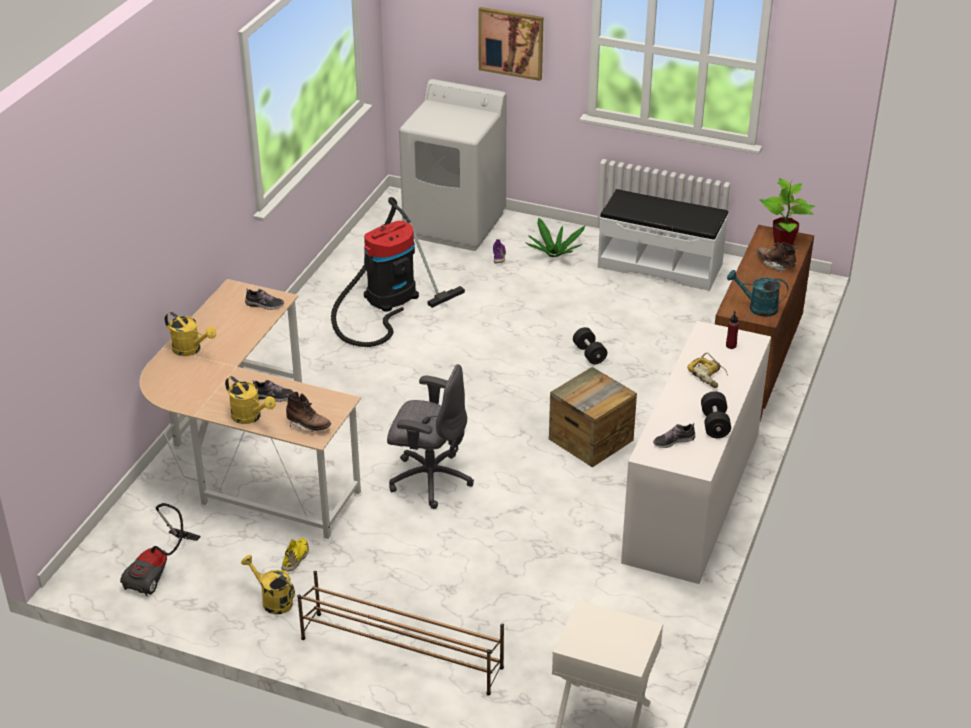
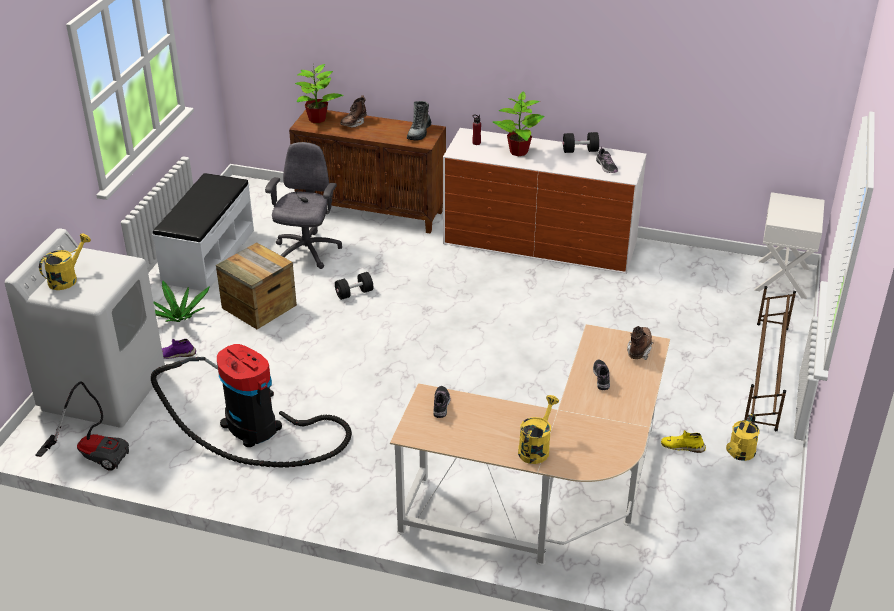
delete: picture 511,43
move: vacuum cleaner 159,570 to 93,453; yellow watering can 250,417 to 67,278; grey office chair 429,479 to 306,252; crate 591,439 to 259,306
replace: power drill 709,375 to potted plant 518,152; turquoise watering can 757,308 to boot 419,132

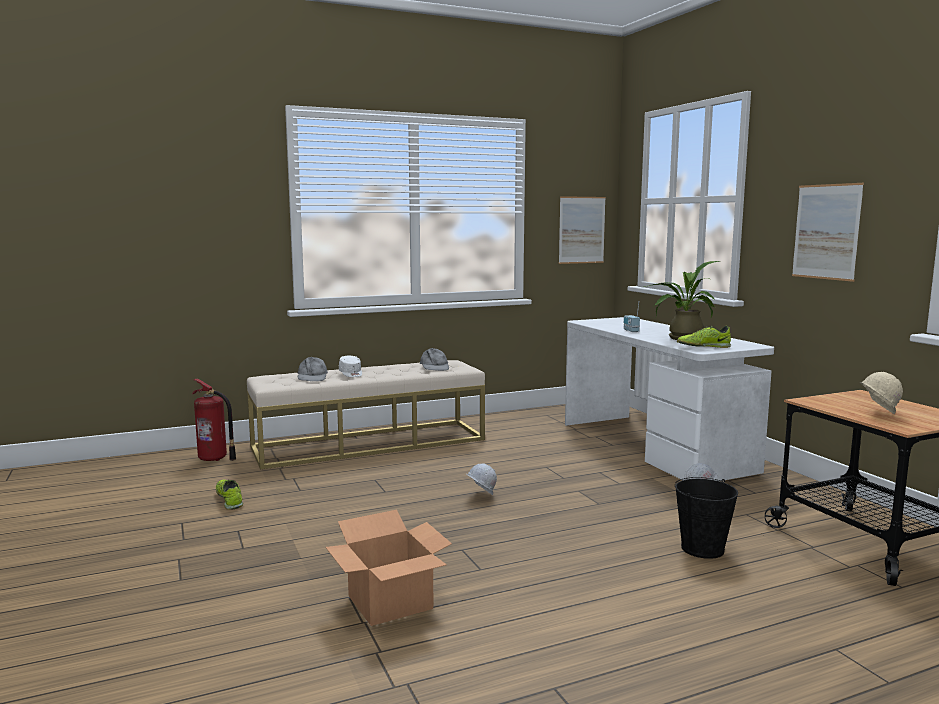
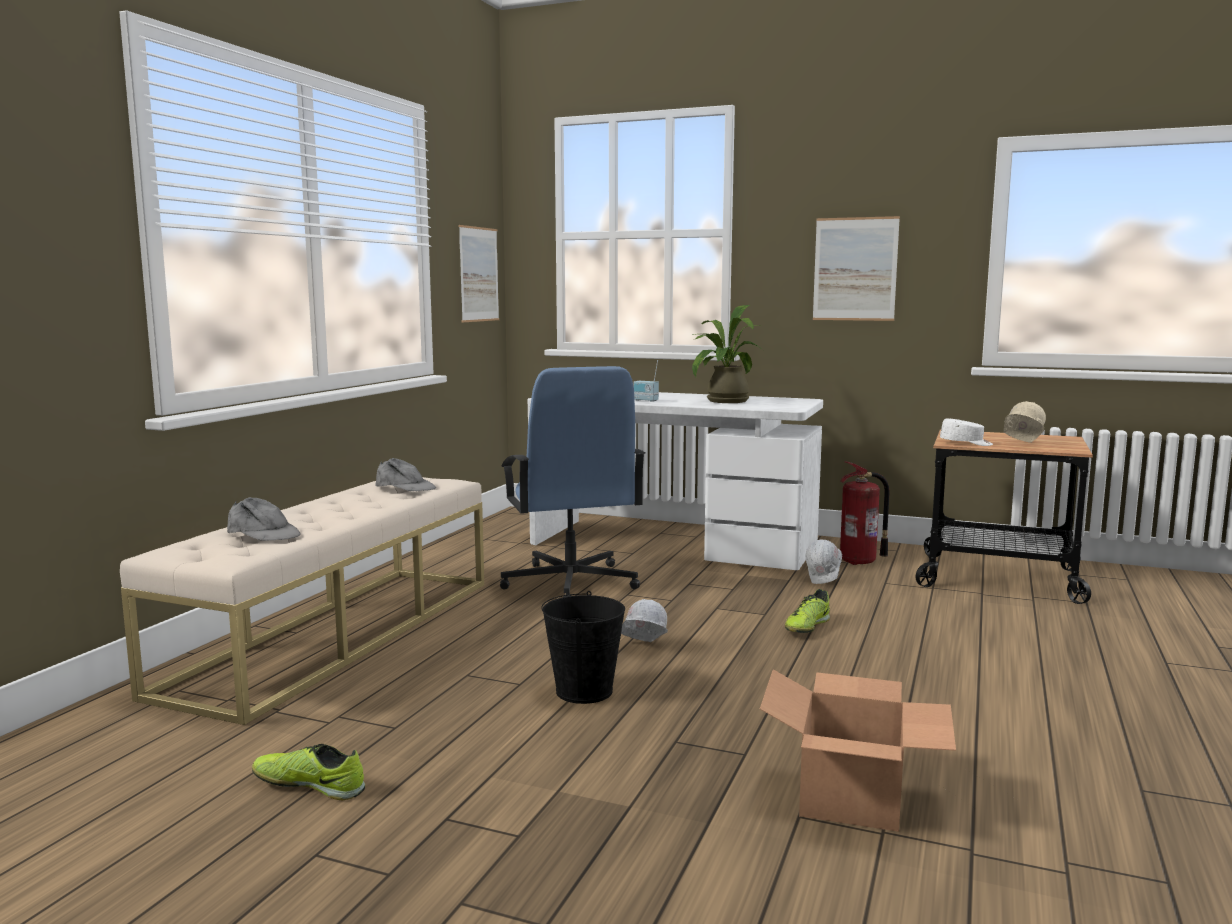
insert: blue office chair 570,583
move: fire extinguisher 214,459 to 860,561; white cap 351,373 to 966,443; black bucket 703,549 to 584,691; shoe 703,347 to 807,627

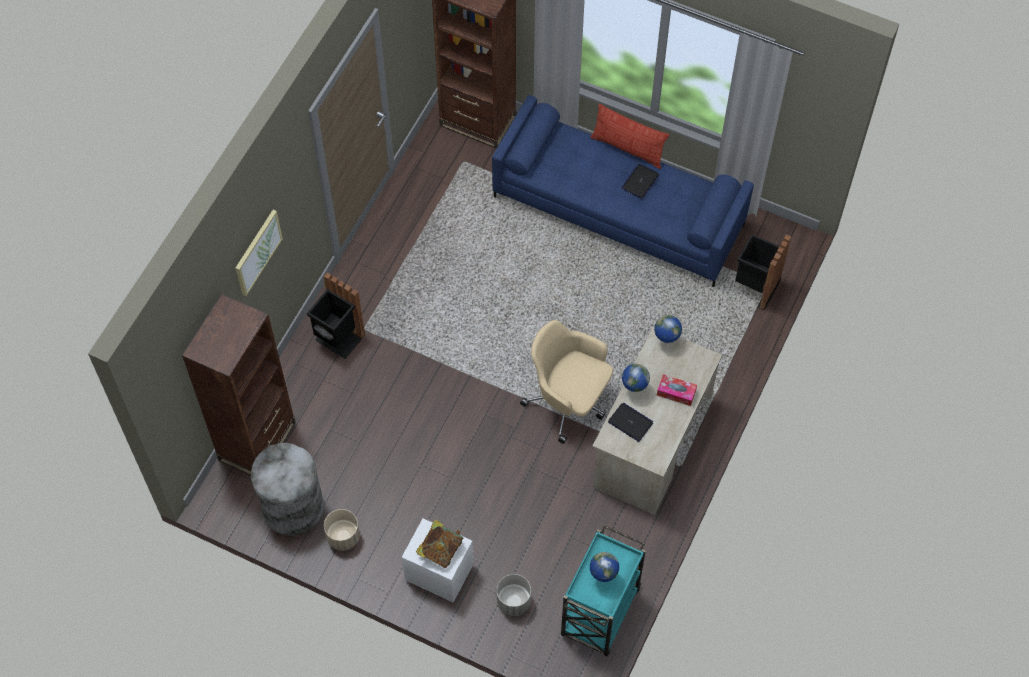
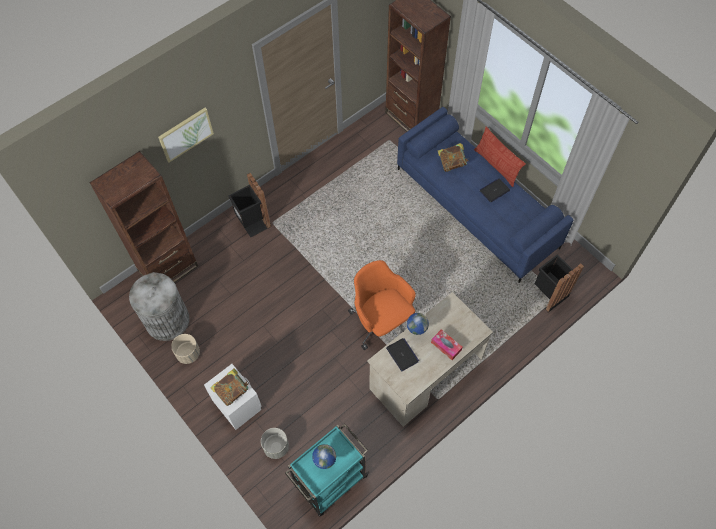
delete: globe 666,342
insert: book 452,163
recolor: beige office chair 569,401 to orange office chair 382,322

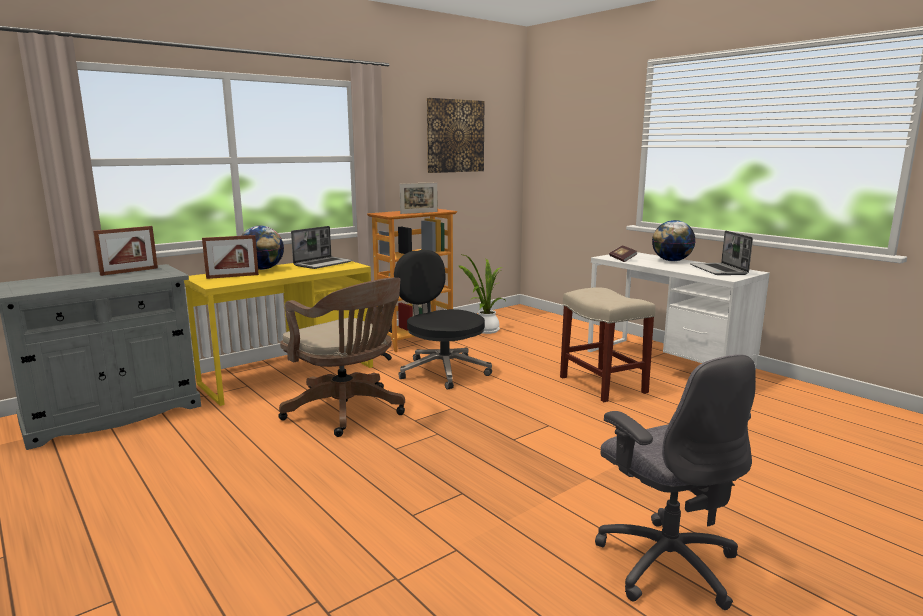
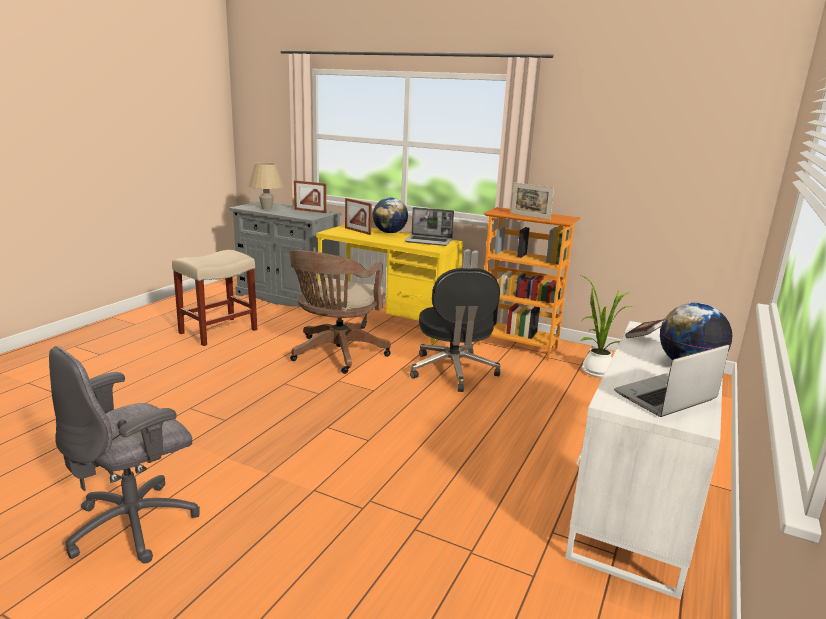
delete: picture 455,136
insert: beige table lamp 266,208
move: beige stool 601,384 to 219,331
rotate: black office chair 442,371 = 453,371 150 degrees clockwise

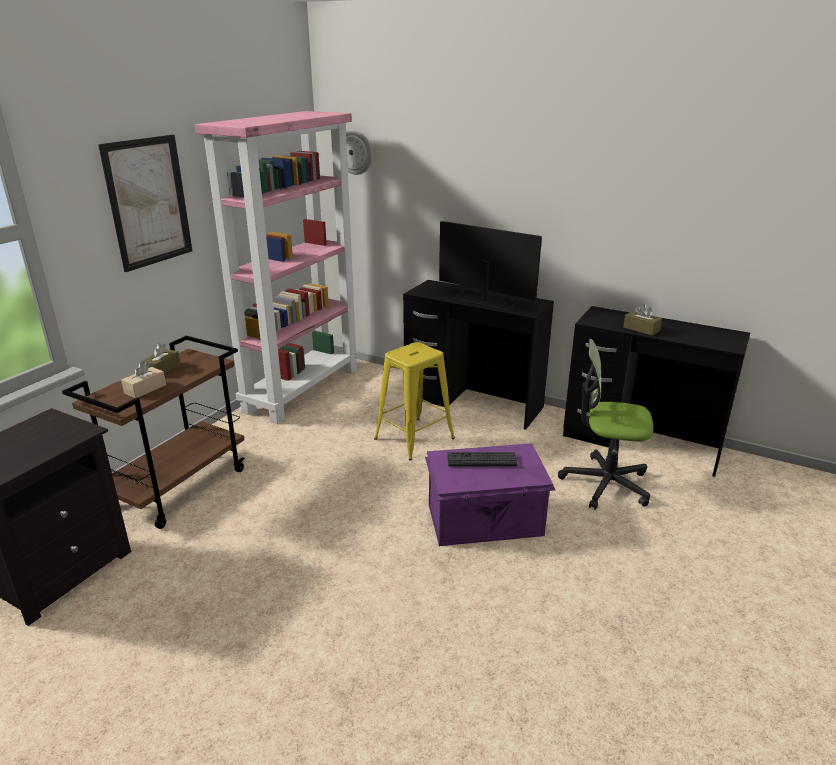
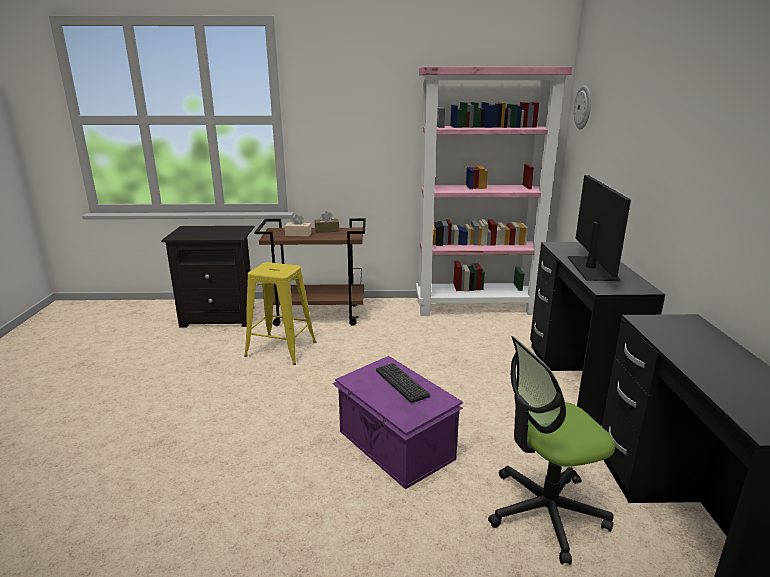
delete: picture 148,202; brown tissue box 641,329
move: yellow stool 414,438 to 281,349
rotate: office chair 605,483 = 545,512 90 degrees counterclockwise

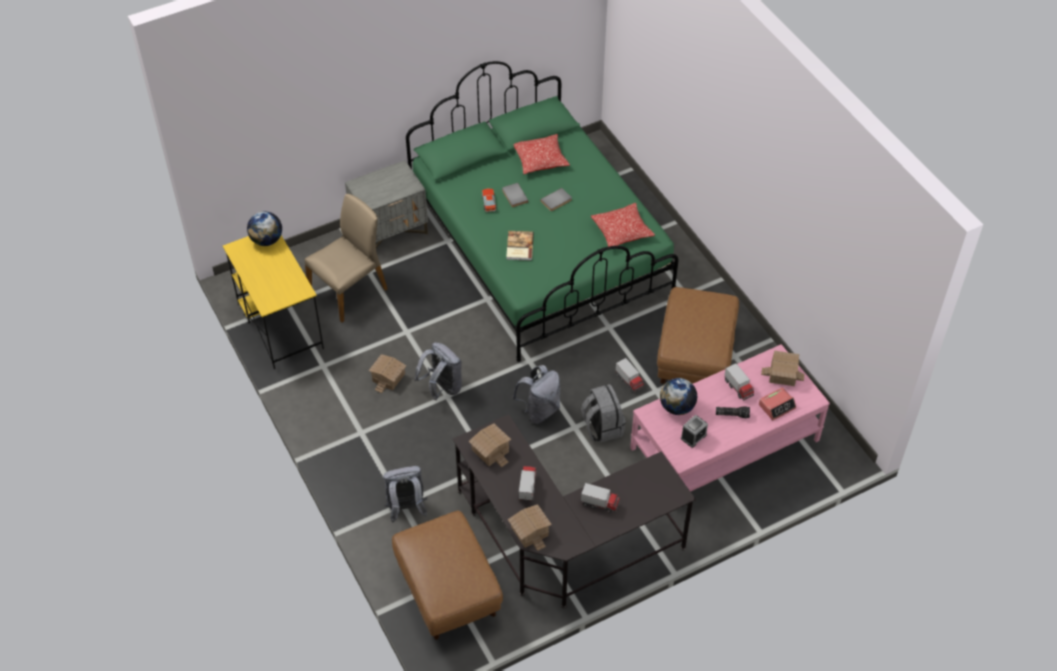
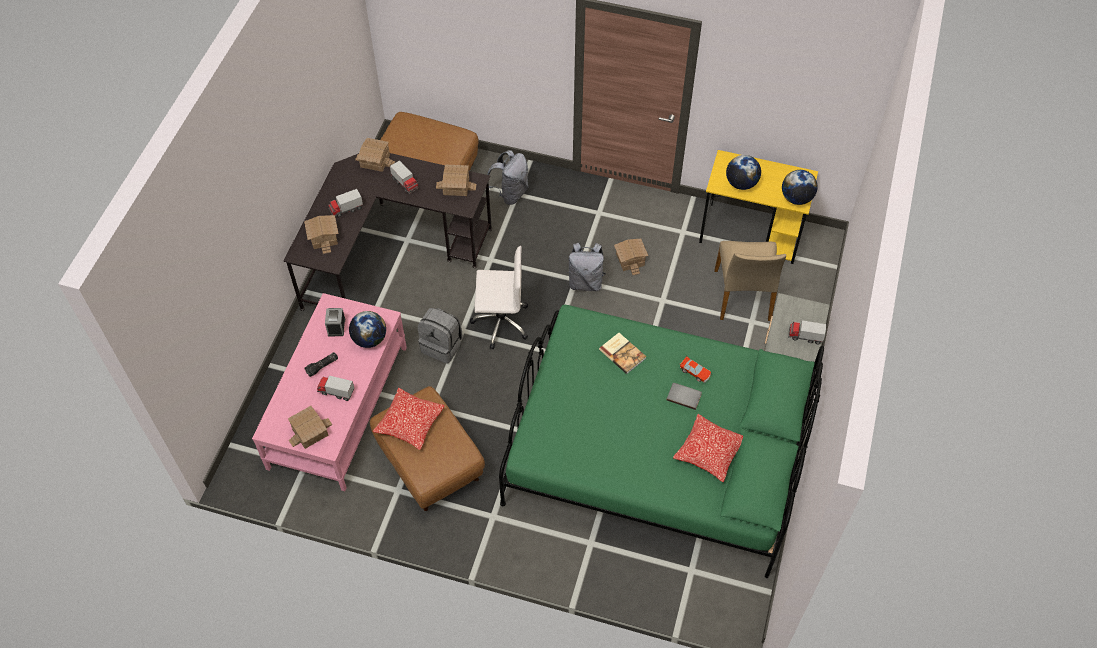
delete: grey book 557,201; alarm clock 777,406
insert: toy house 324,237; globe 741,183
move: pillow 622,231 to 410,423; toy truck 629,381 to 805,336
replace: grey backpack 539,410 to white office chair 500,322

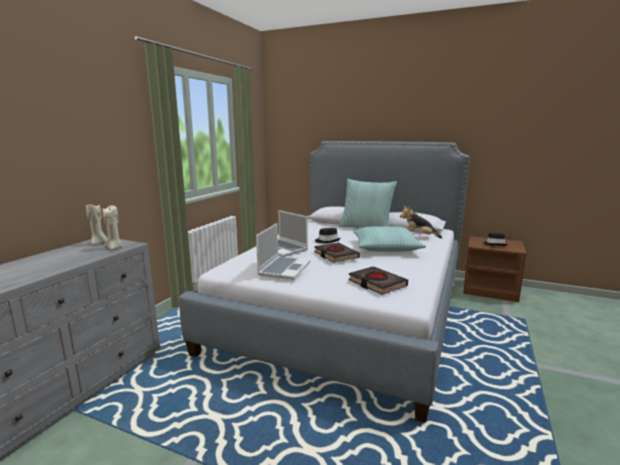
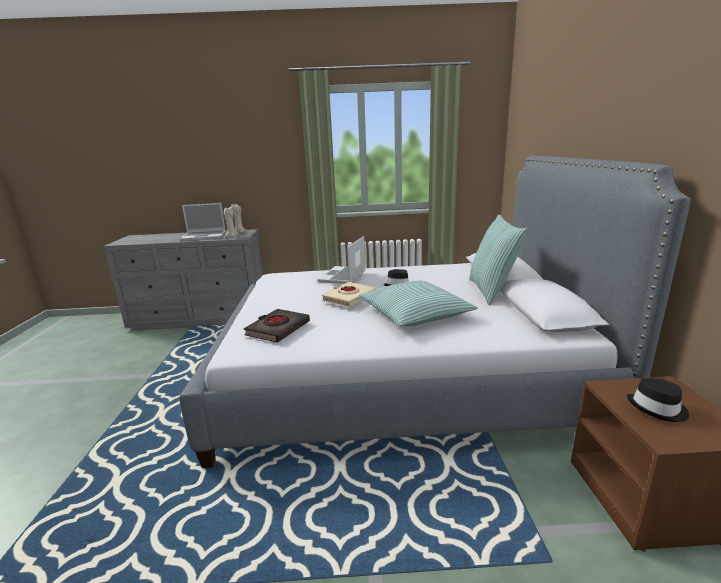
delete: plush toy 418,237
move: laptop 284,268 to 205,236
recolor: black book 336,255 to beige book 349,298

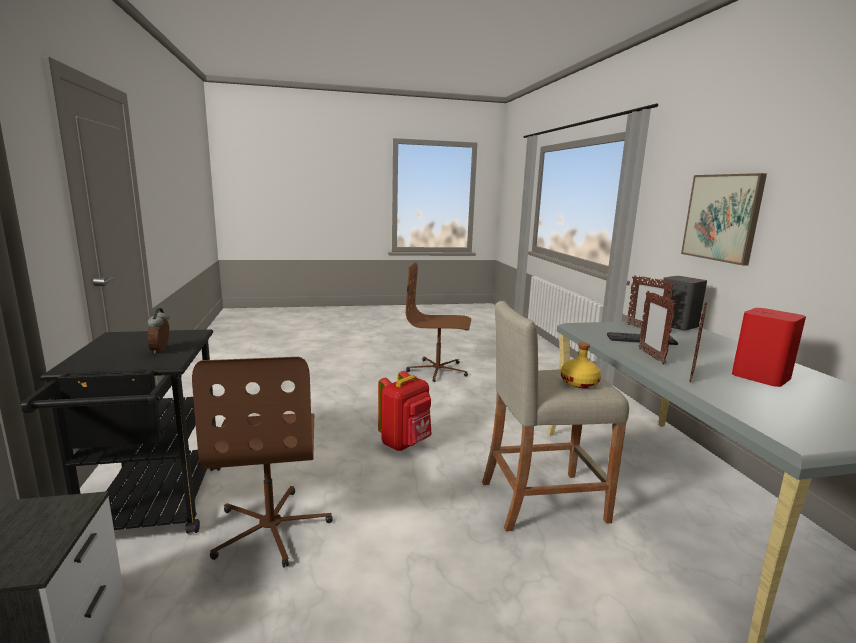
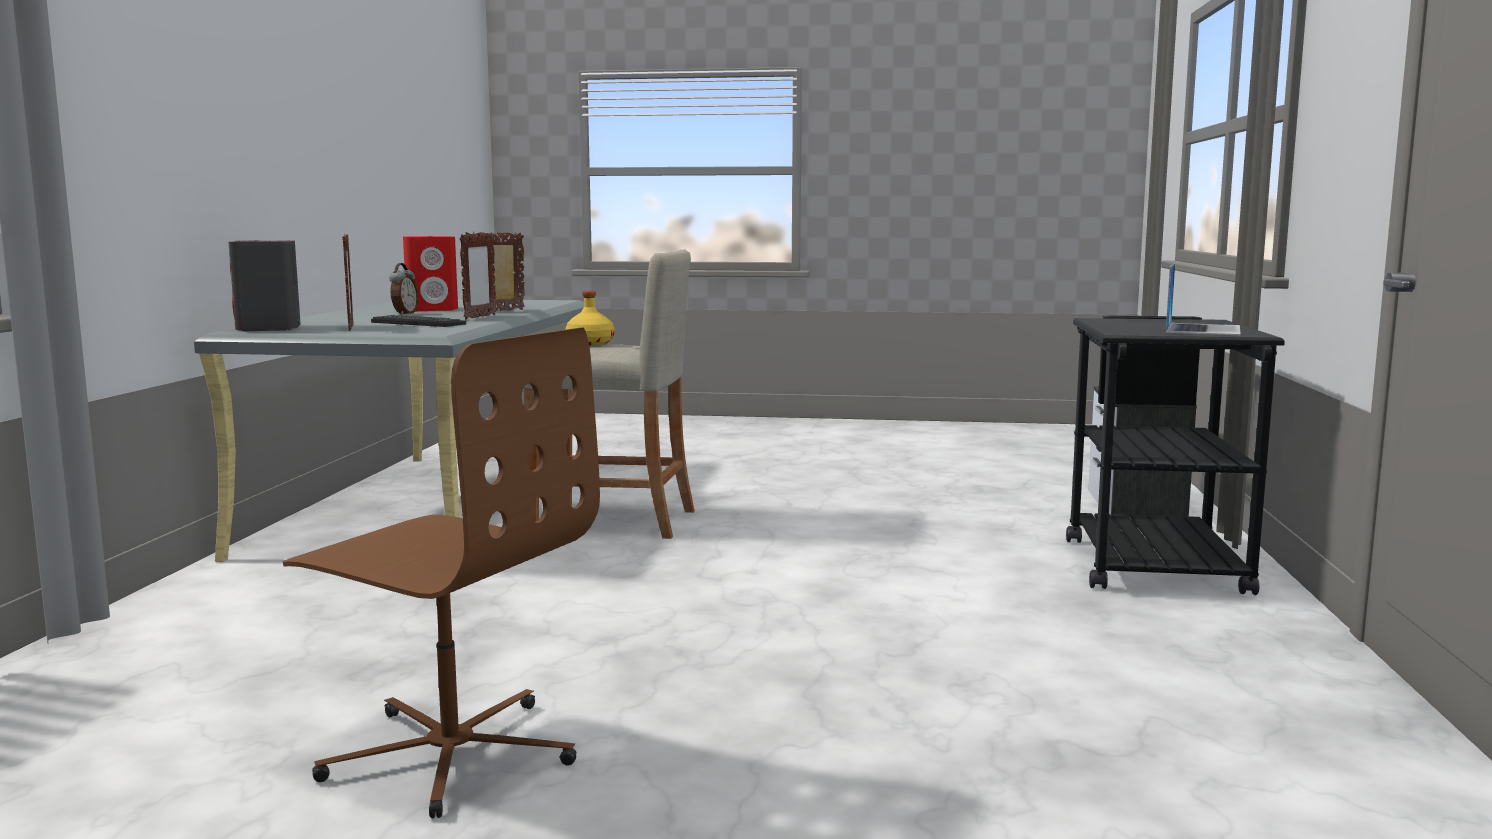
delete: brown office chair 272,528; red backpack 405,443; picture 722,217
insert: laptop 1203,329
move: alarm clock 161,350 to 404,314

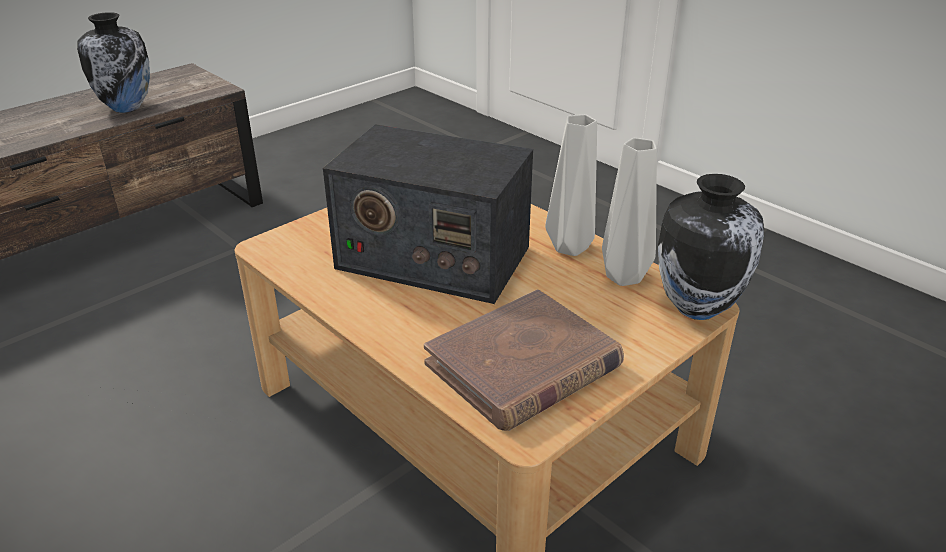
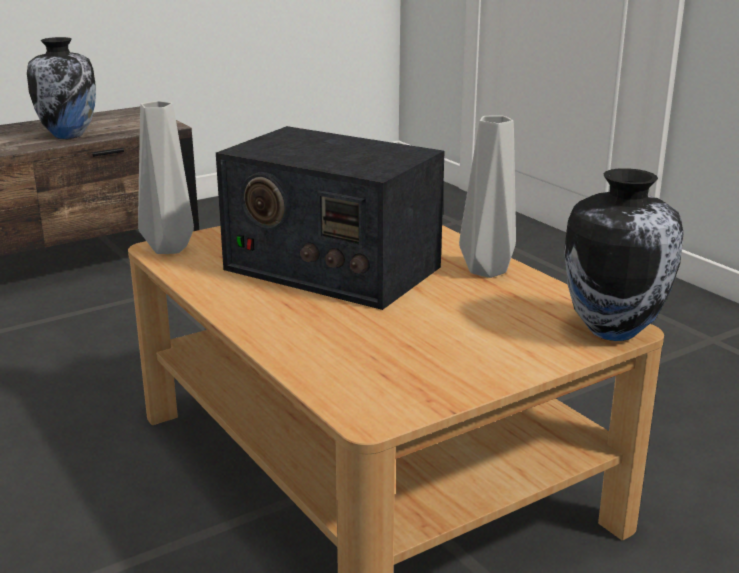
delete: brown book 523,365
move: grey vase 624,275 to 170,248

